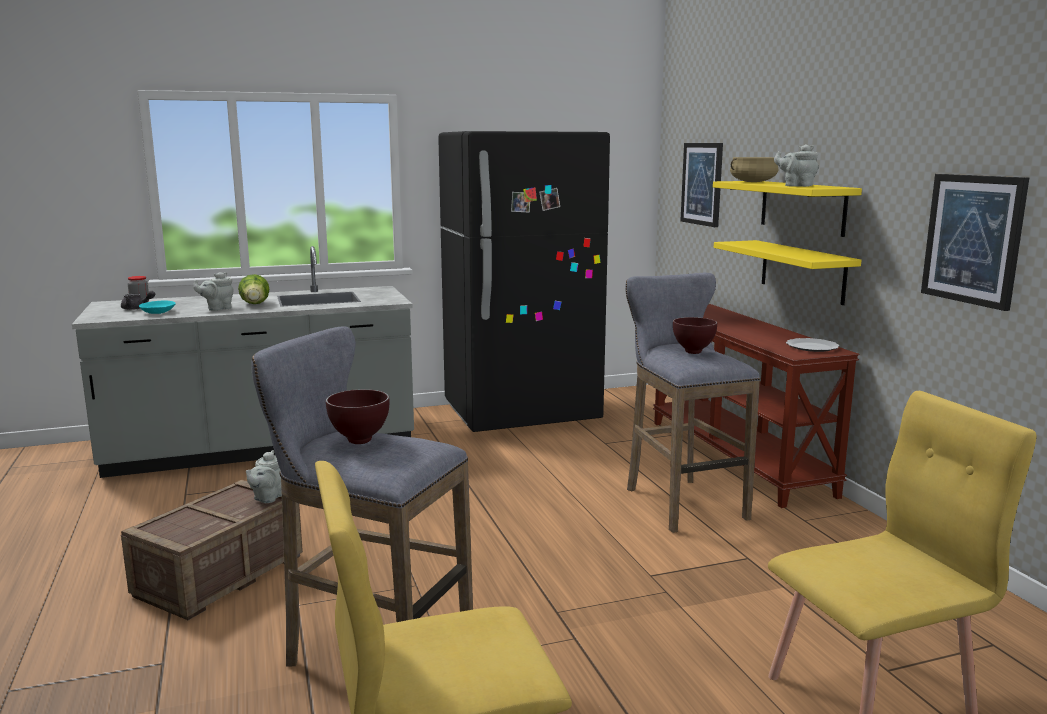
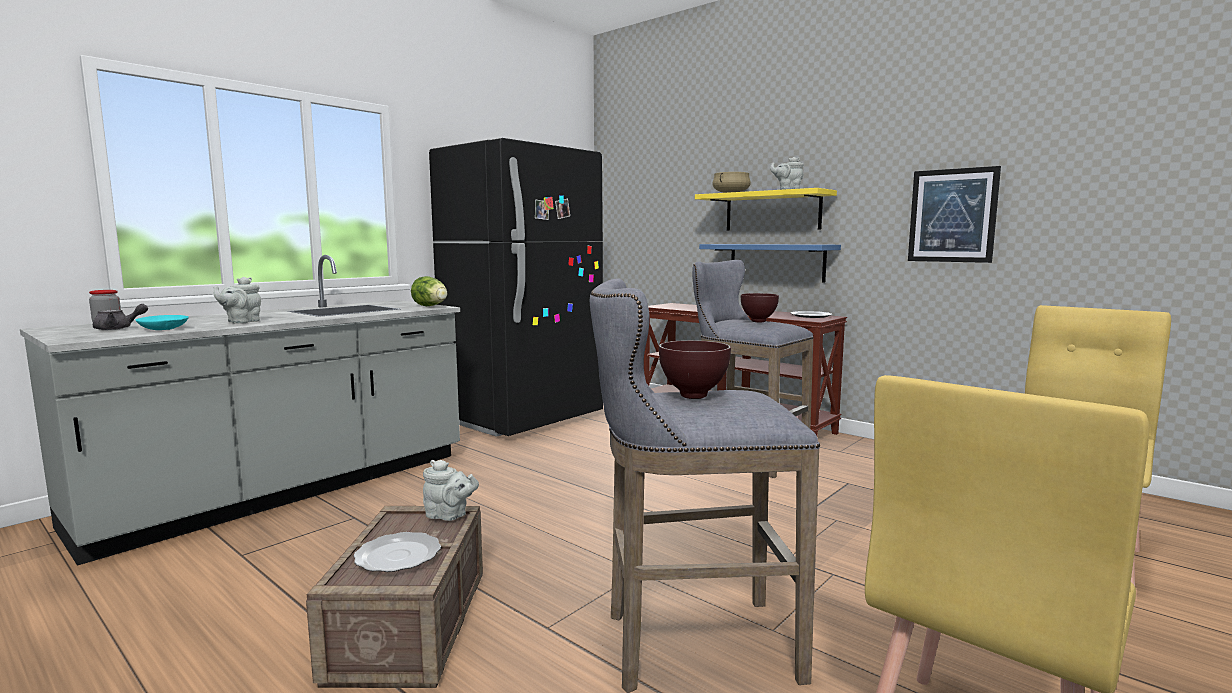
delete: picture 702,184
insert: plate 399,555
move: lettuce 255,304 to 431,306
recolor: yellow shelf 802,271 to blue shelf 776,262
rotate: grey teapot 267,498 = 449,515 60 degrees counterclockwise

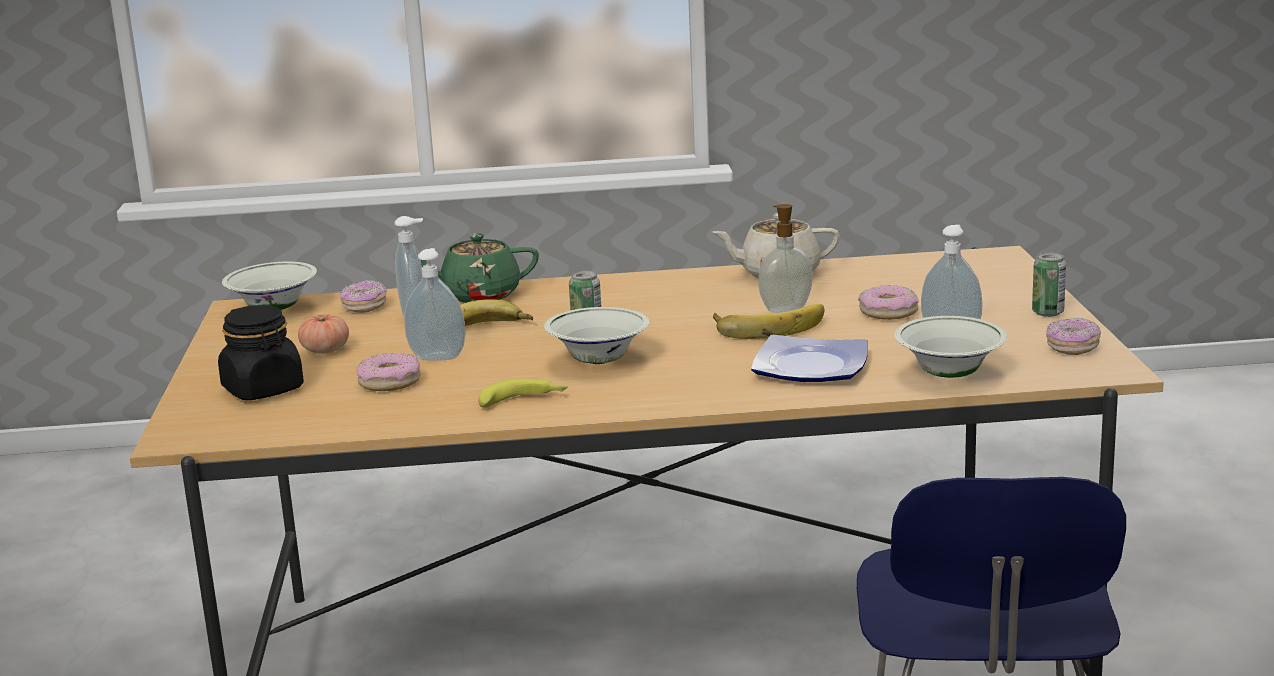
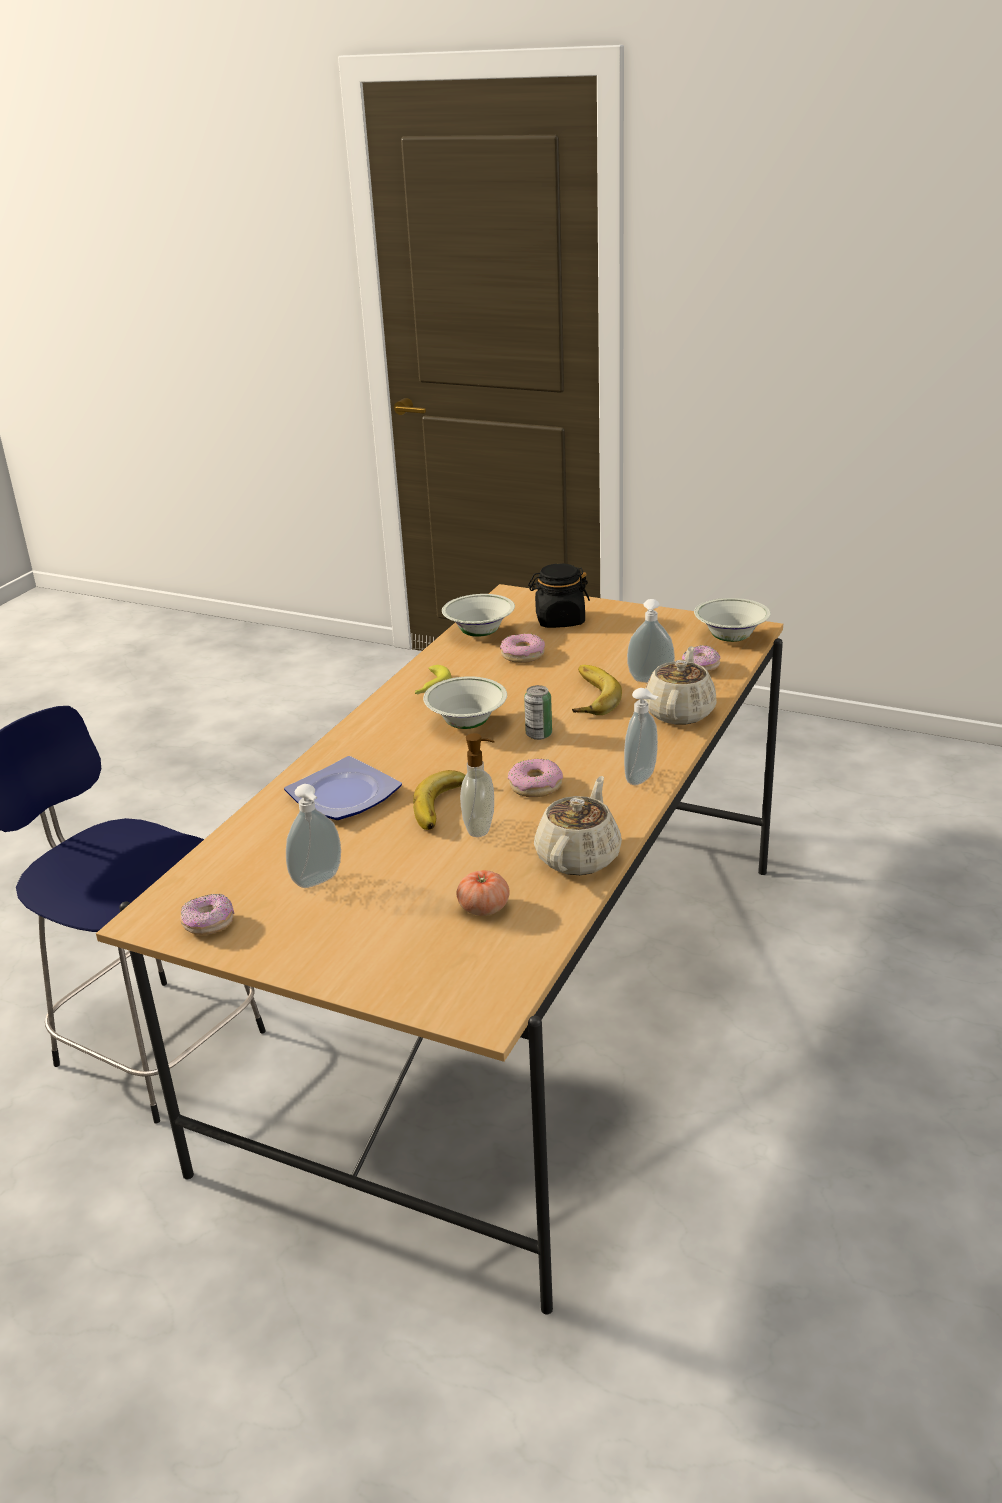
delete: can 1048,312
move: tomato 325,350 to 483,908; soap dispenser 438,357 to 643,778; donut 888,312 to 535,786; white bowl 949,374 to 480,634
recolor: green teapot 478,295 to beige teapot 680,712

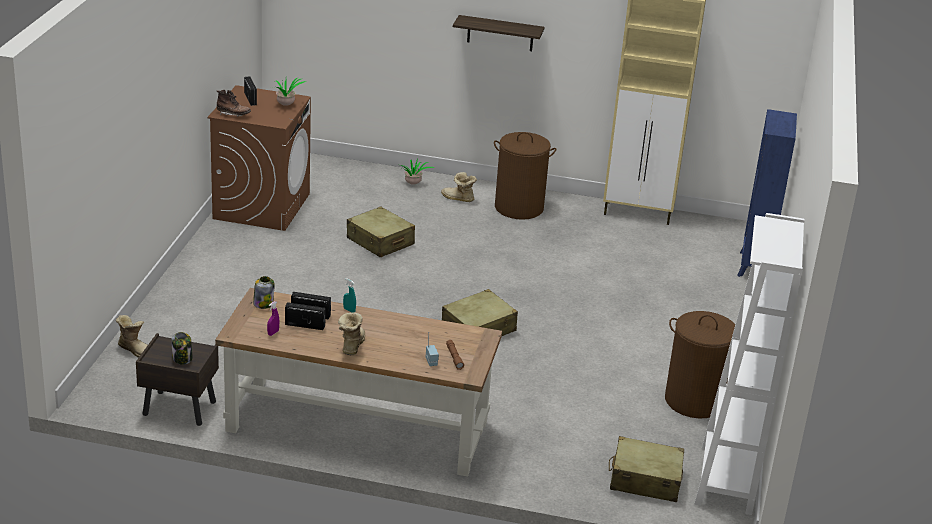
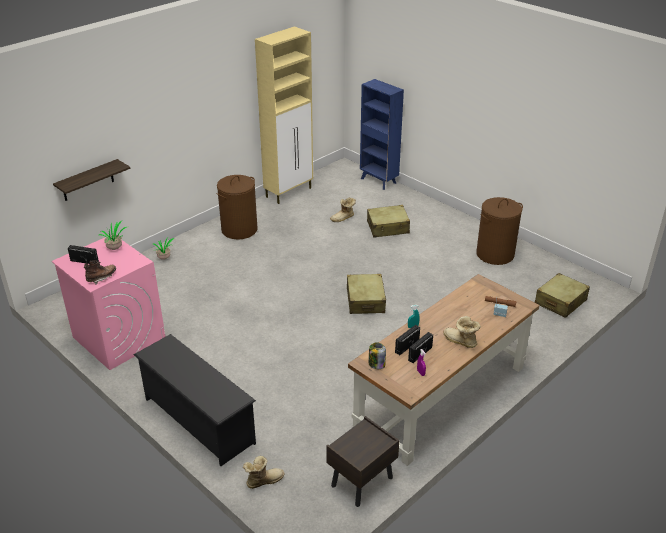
delete: jar 182,359; white bookcase 726,480
insert: black shoe rack 198,420
move: beige suitcase 380,242 to 388,227; boot 458,199 to 343,218; shelf 500,33 to 87,180
recolor: brown washing machine 261,206 to pink washing machine 118,338

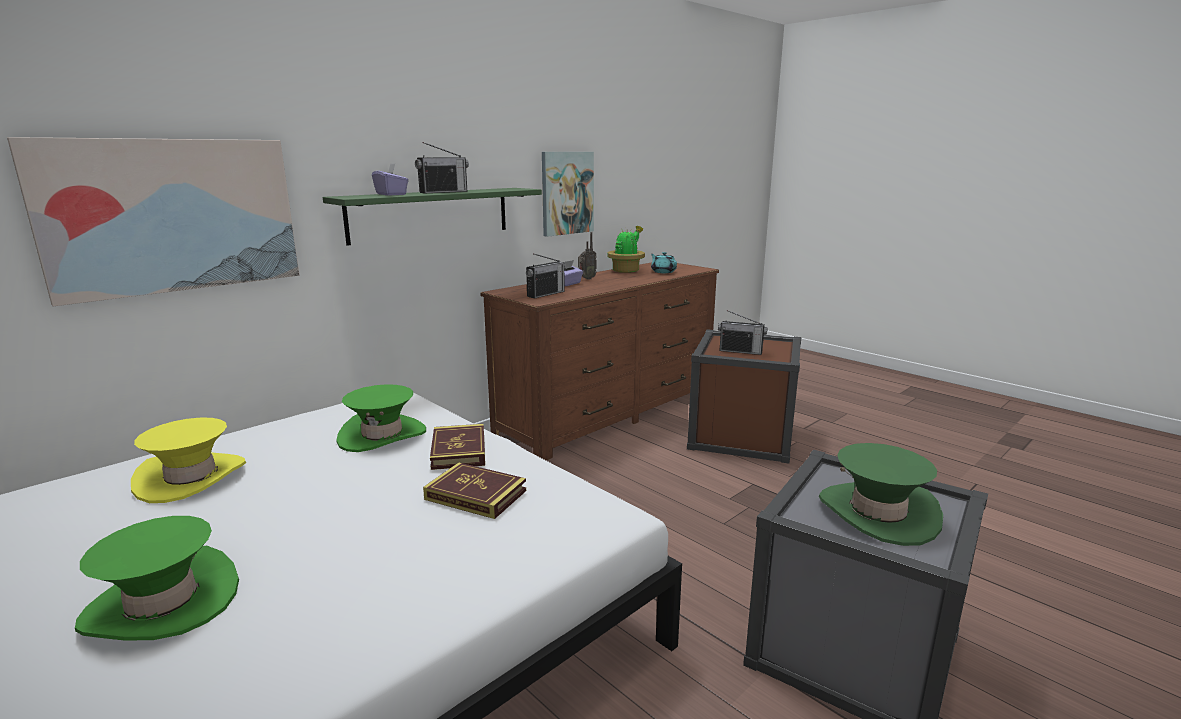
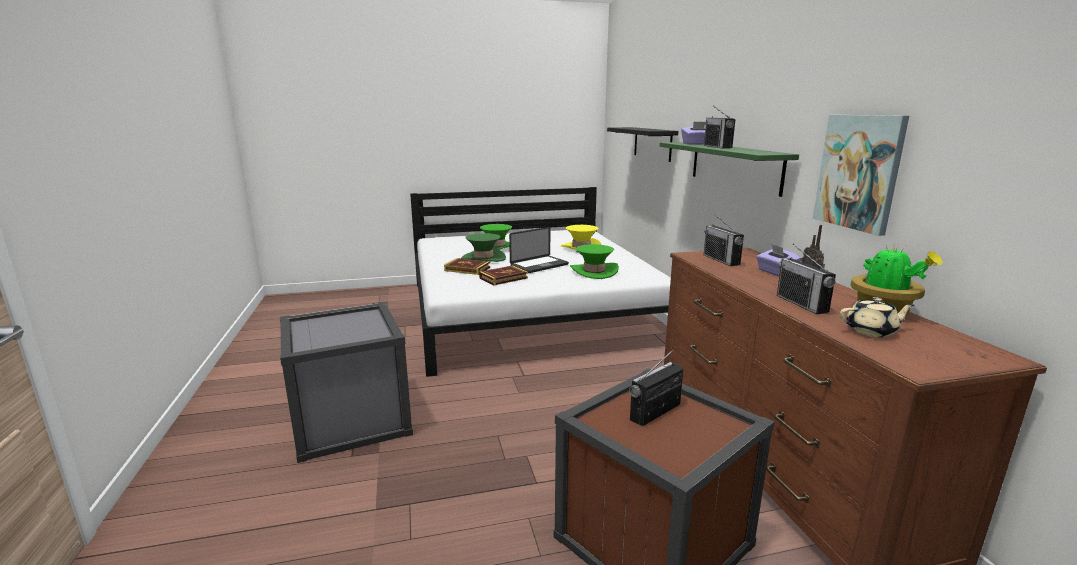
insert: laptop 539,265; radio 801,304
move: book 459,451 to 467,269; green hat 878,513 to 483,258
replace: picture 172,215 to black shelf 652,143
recolor: turquoise teapot 663,272 to beige teapot 872,331

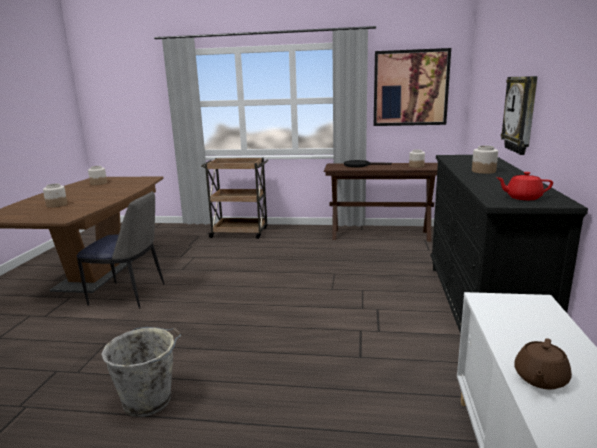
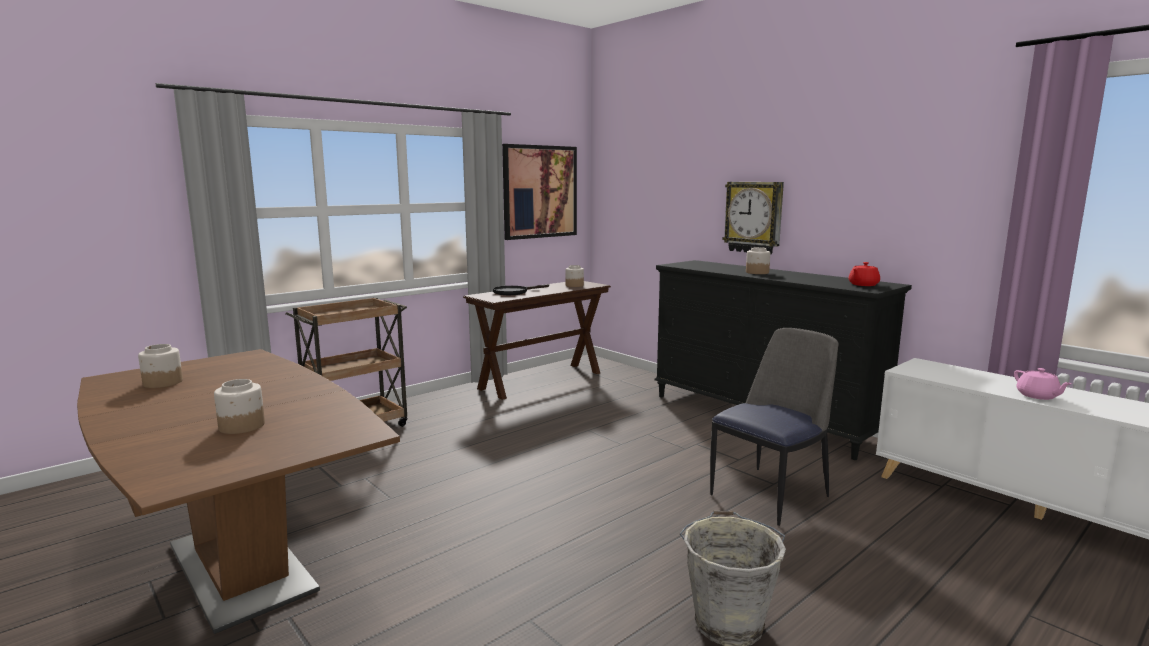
move: chair 129,295 to 771,494
recolor: brown teapot 540,379 to pink teapot 1037,396

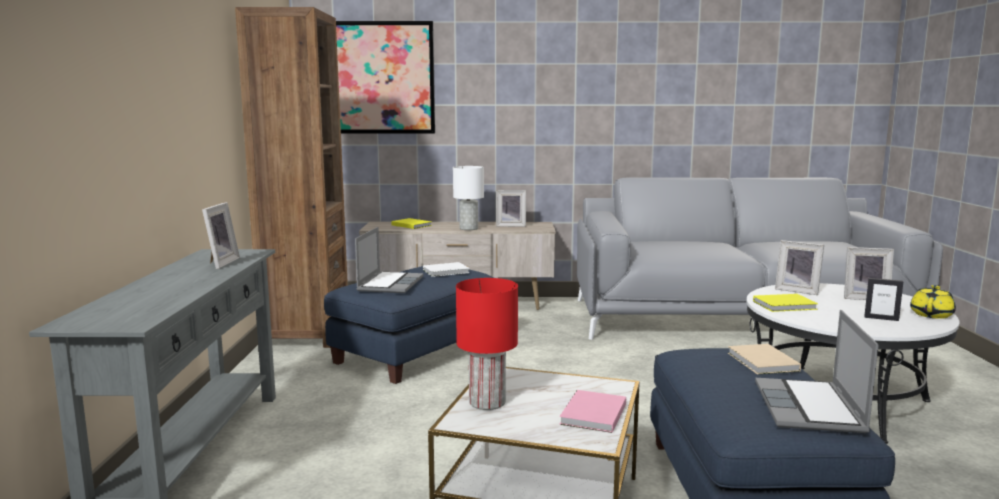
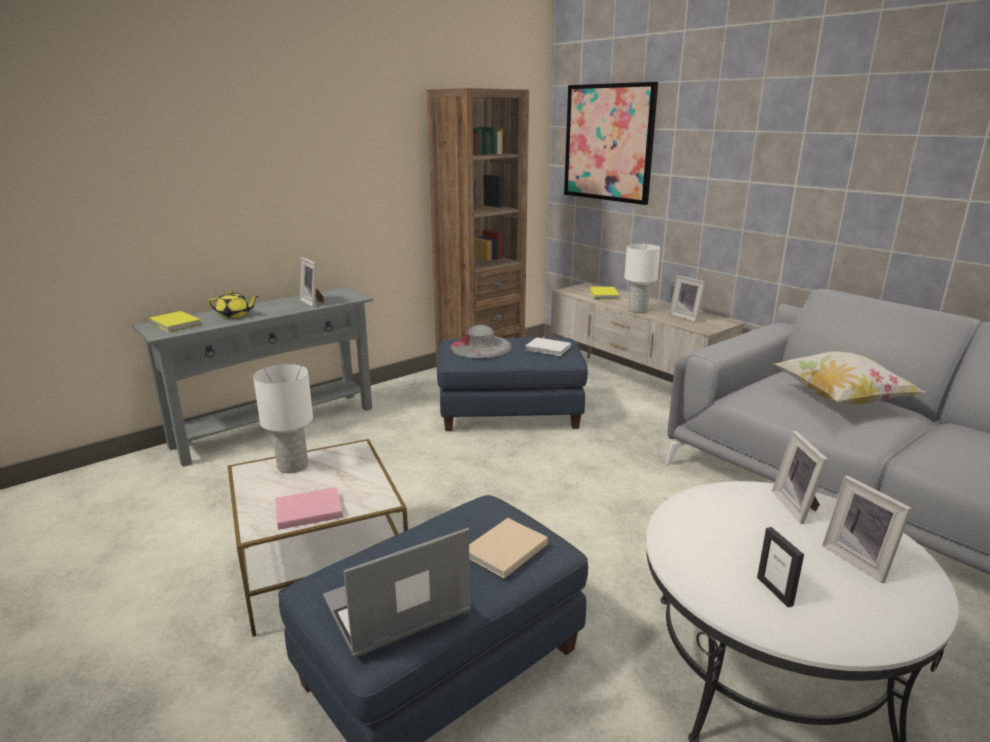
insert: pillow 840,400
move: yellow book 786,305 to 175,324; yellow teapot 931,314 to 235,315
replace: laptop 390,284 to grey hat 481,347
recolor: red table lamp 486,402 to white table lamp 293,465
rotate: picture frame 219,263 = 313,302 90 degrees clockwise

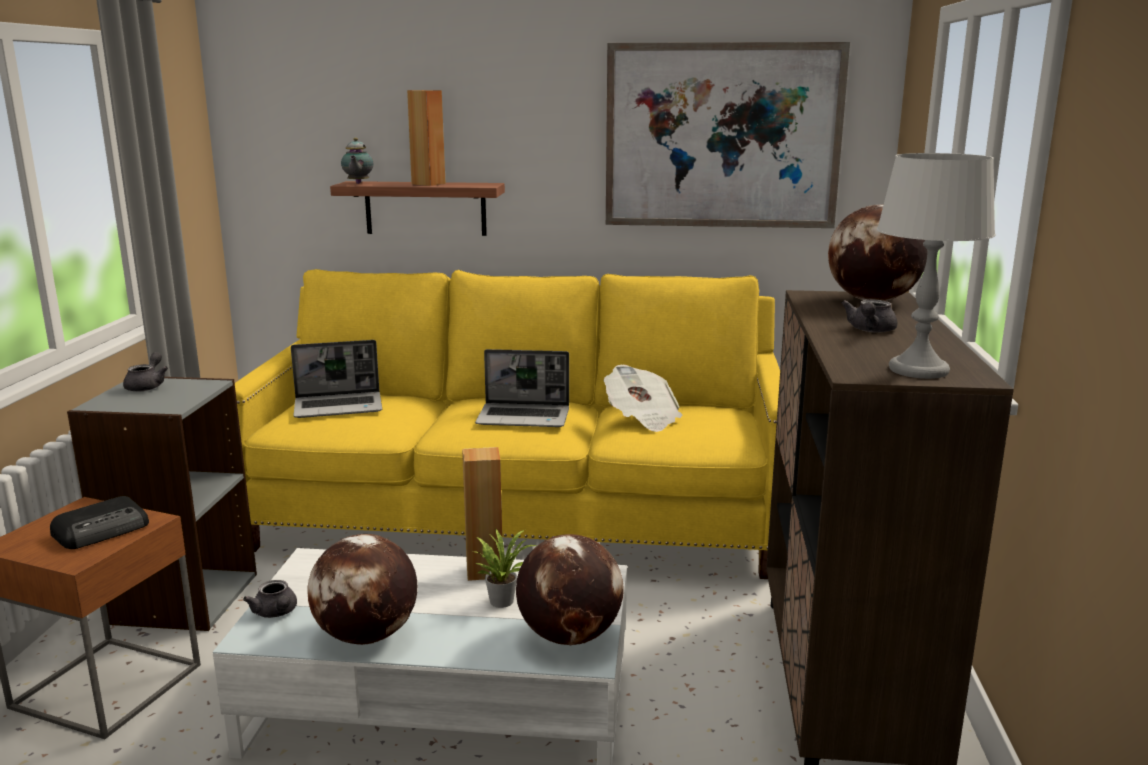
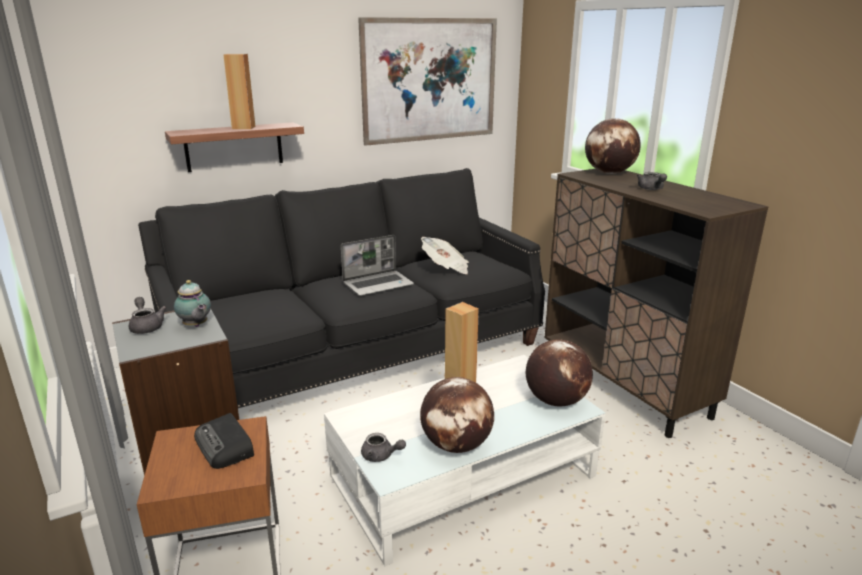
delete: laptop 339,407; potted plant 502,599; grey table lamp 917,370
move: teapot 358,183 to 196,326
recolor: yellow sofa 520,515 to black sofa 358,352
rotate: radio 103,530 = 225,446 135 degrees clockwise

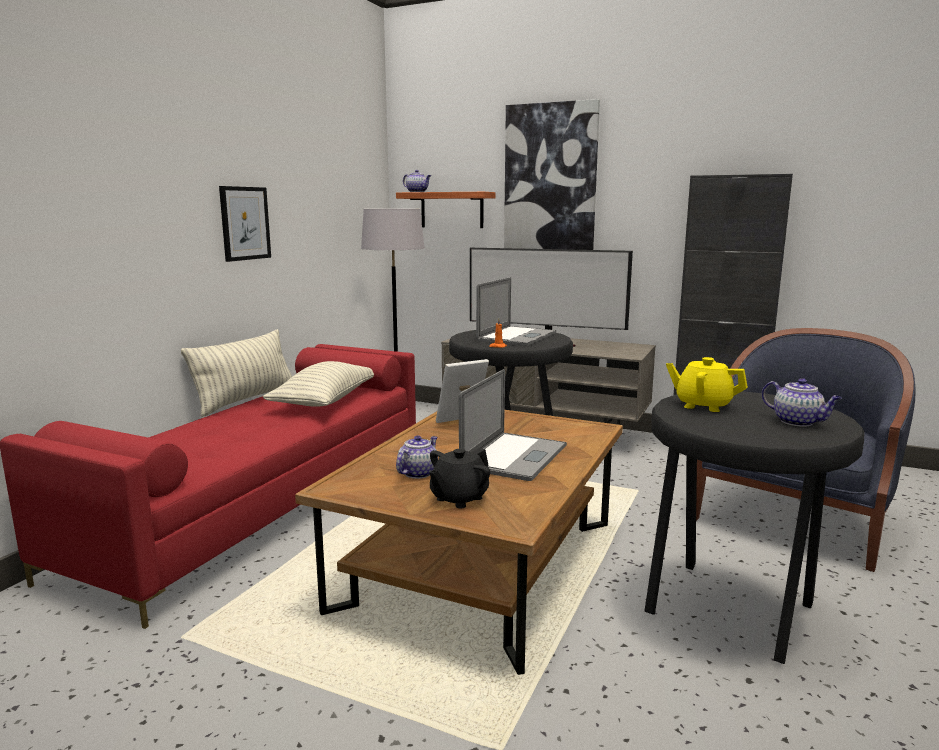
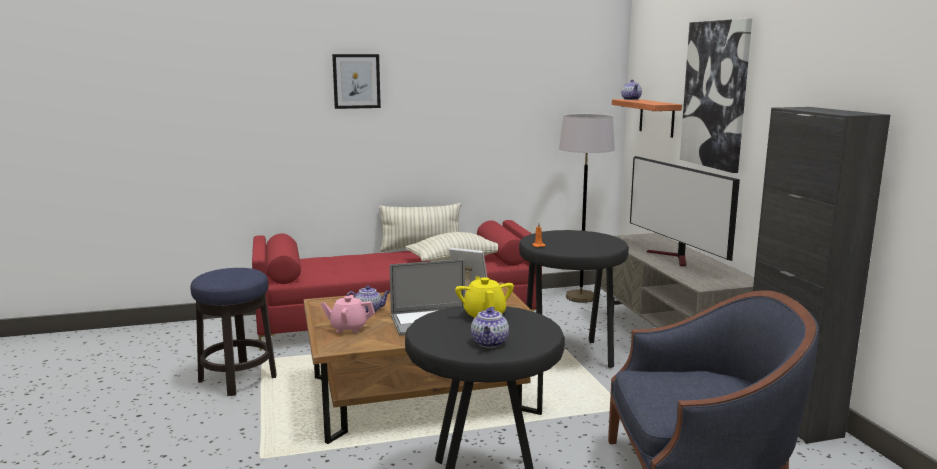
delete: laptop 517,336
insert: stool 238,379
move: picture 245,223 to 356,81
recolor: black teapot 459,498 to pink teapot 348,328

